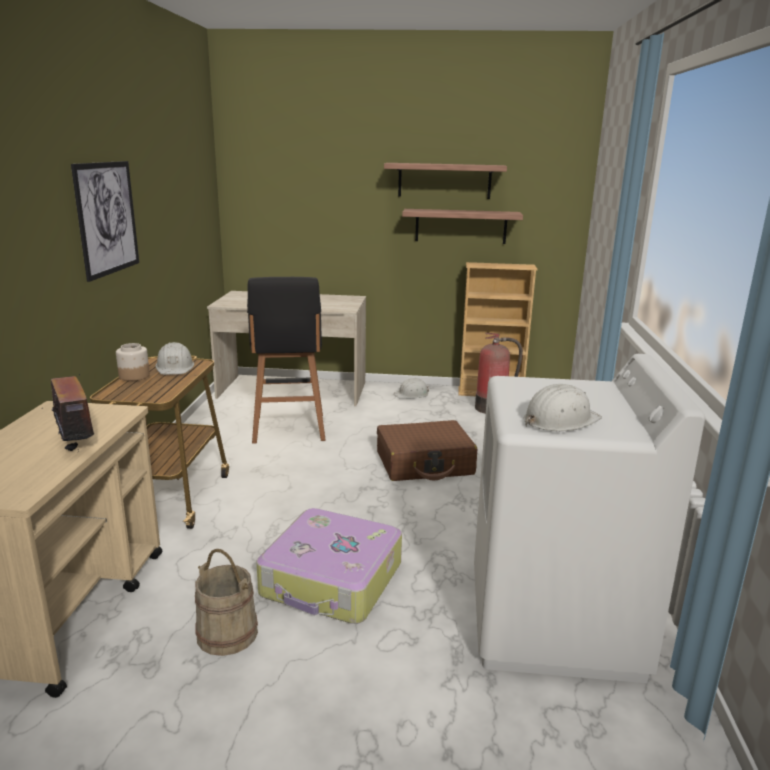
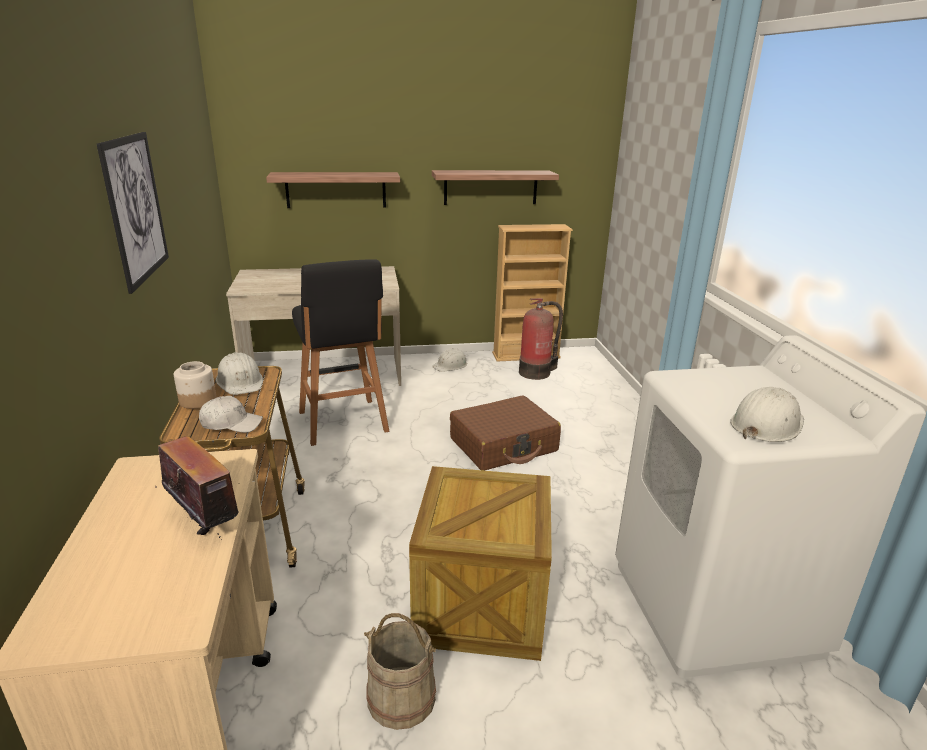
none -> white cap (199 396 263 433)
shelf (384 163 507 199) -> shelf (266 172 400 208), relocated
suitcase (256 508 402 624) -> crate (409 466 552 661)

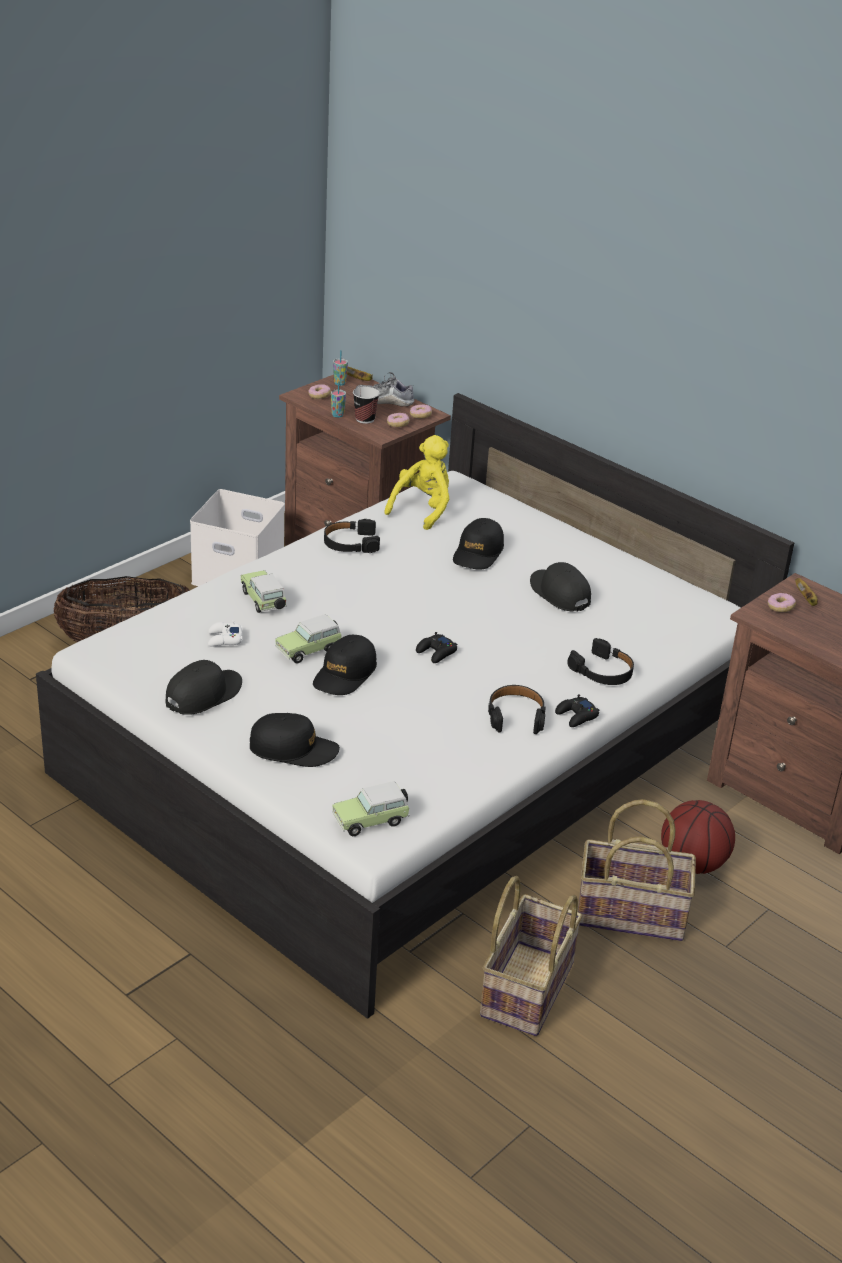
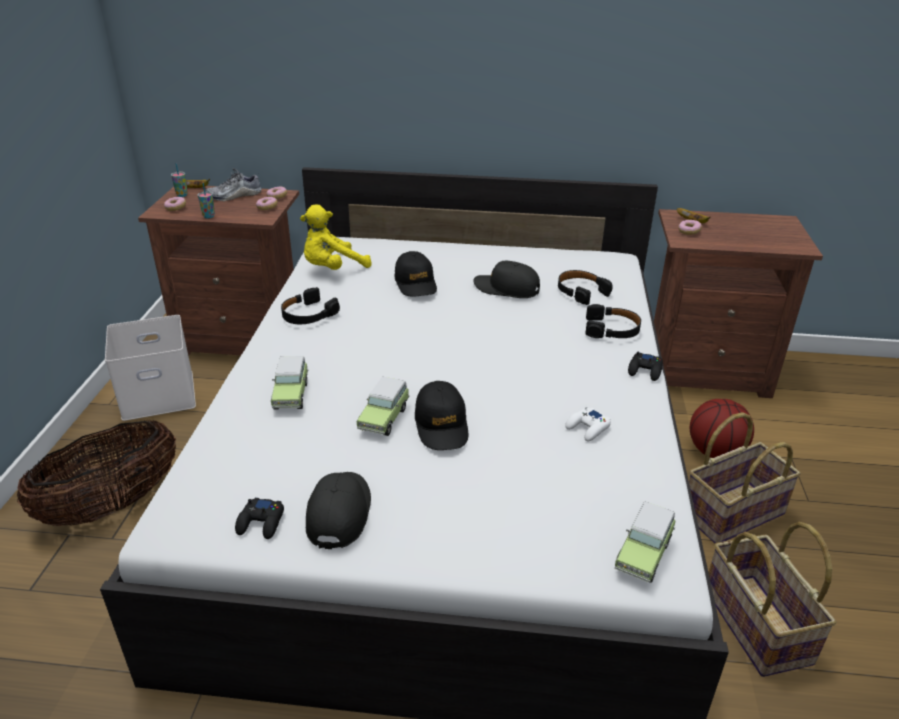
black game controller (416 632 457 663) -> black game controller (235 498 284 539), relocated
toy car (241 570 287 613) -> toy car (271 356 308 409), 120 degrees counterclockwise
yellow plush toy (384 435 449 530) -> yellow plush toy (300 205 372 270), 120 degrees counterclockwise
black headphones (488 685 546 734) -> black headphones (558 270 613 305), relocated
white game controller (208 620 242 647) -> white game controller (565 406 611 441), relocated
black cap (250 713 340 767) -> none
cup (353 387 380 424) -> none

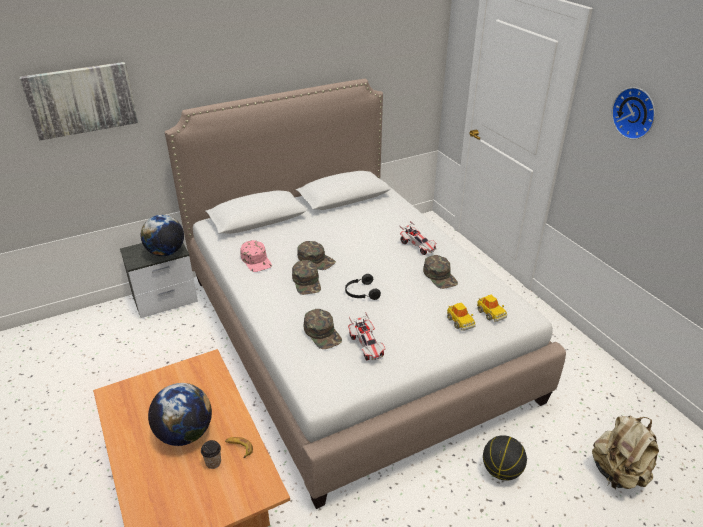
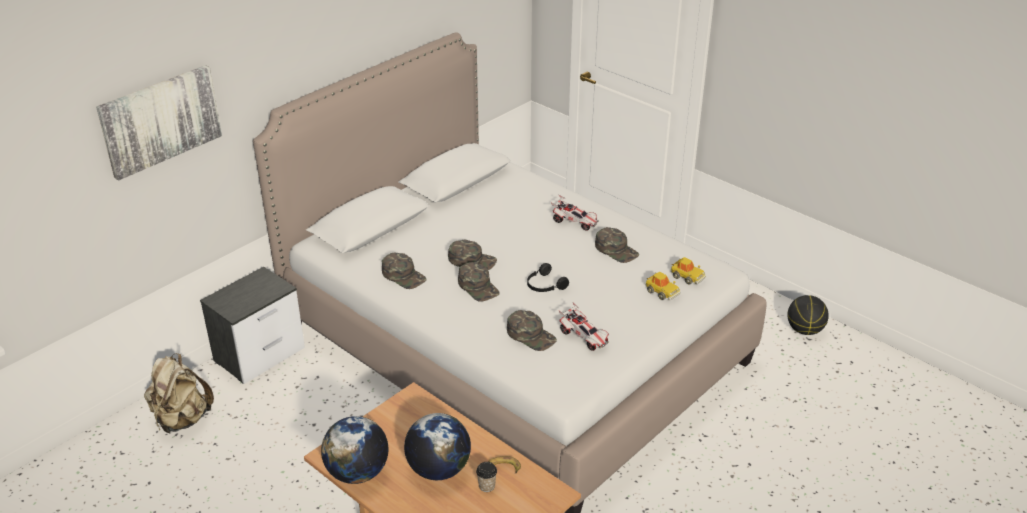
beige backpack (592 415 659 489) -> beige backpack (144 353 214 433), relocated
globe (141 215 184 256) -> globe (321 416 388 484), relocated
pink cap (240 240 272 272) -> green cap (382 253 427 289)
basketball (483 435 527 481) -> basketball (787 295 829 335), relocated
wall clock (612 87 655 140) -> none

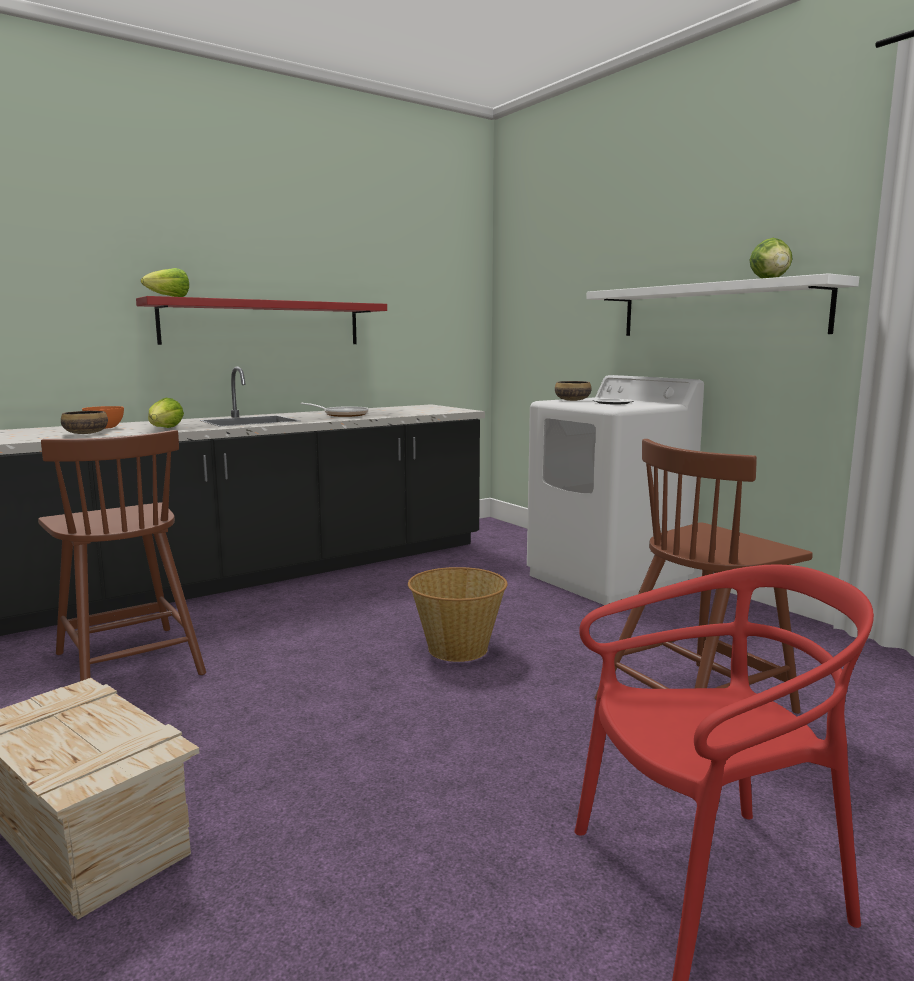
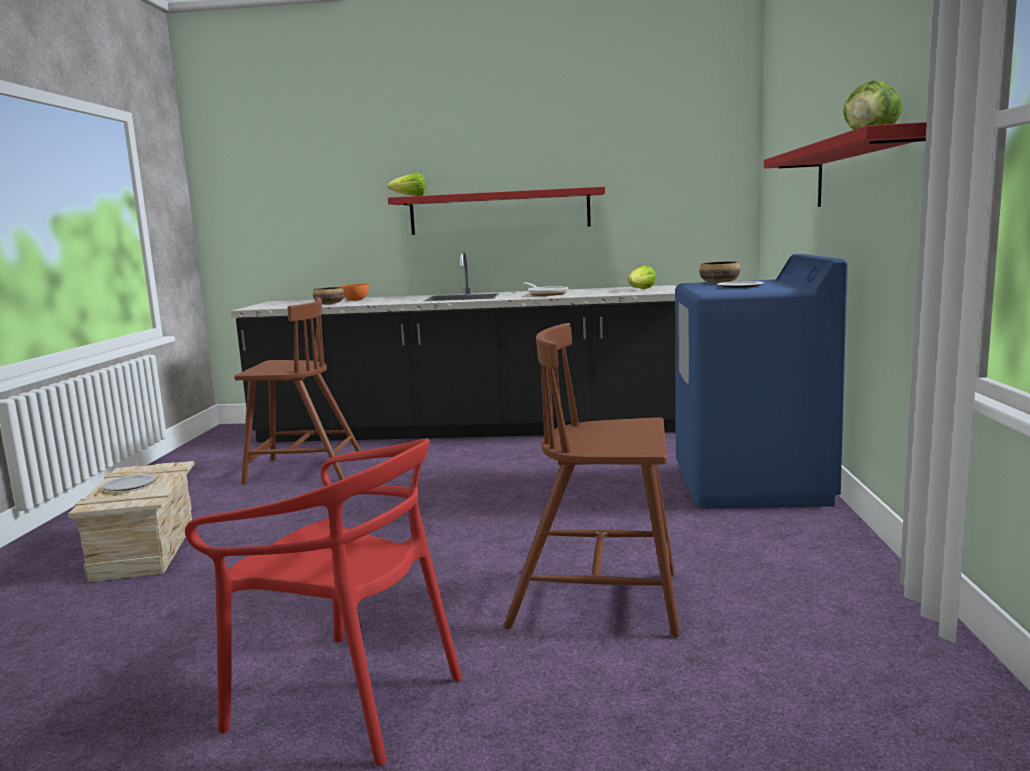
none -> plate (102 474 157 491)
brown chair (38 430 206 681) -> brown chair (234 298 362 485), 90 degrees counterclockwise
lettuce (148 398 184 428) -> lettuce (628 265 656 289), relocated
white washing machine (527 375 704 605) -> blue washing machine (675 254 848 509)
white shelf (586 273 859 336) -> red shelf (764 122 927 207)
basket (408 567 508 662) -> none

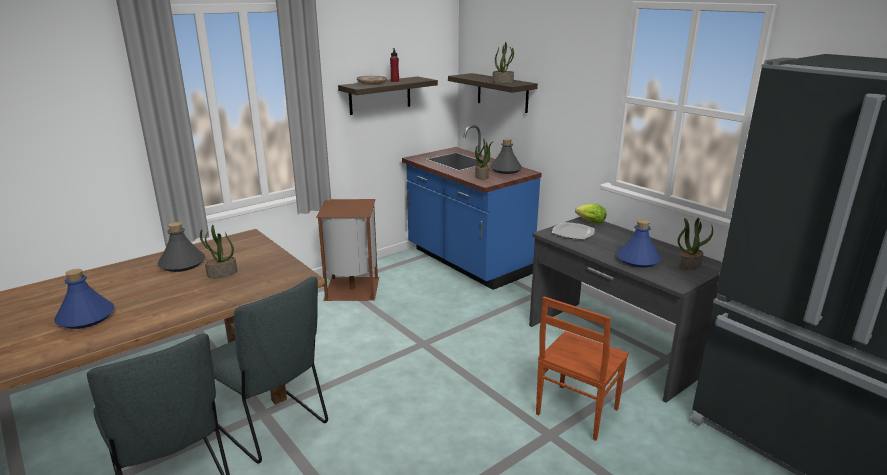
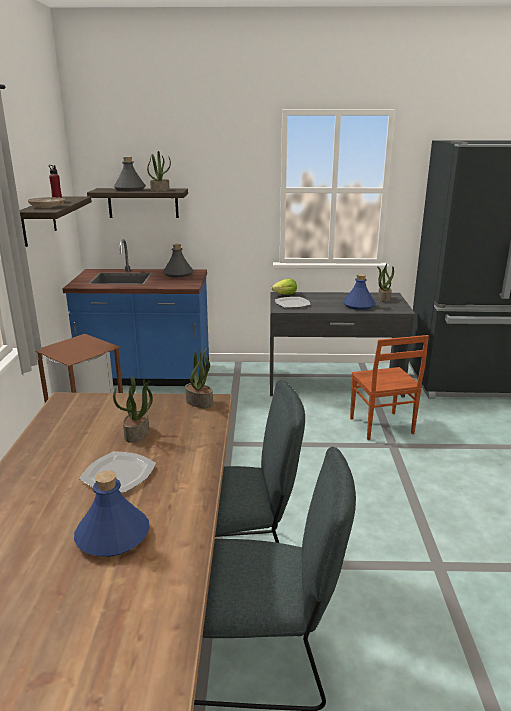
none -> plate (79 451 156 493)
grey bottle (158 222 205 272) -> grey bottle (114 157 146 191), relocated
potted plant (475 139 494 180) -> potted plant (185 348 213 408), relocated

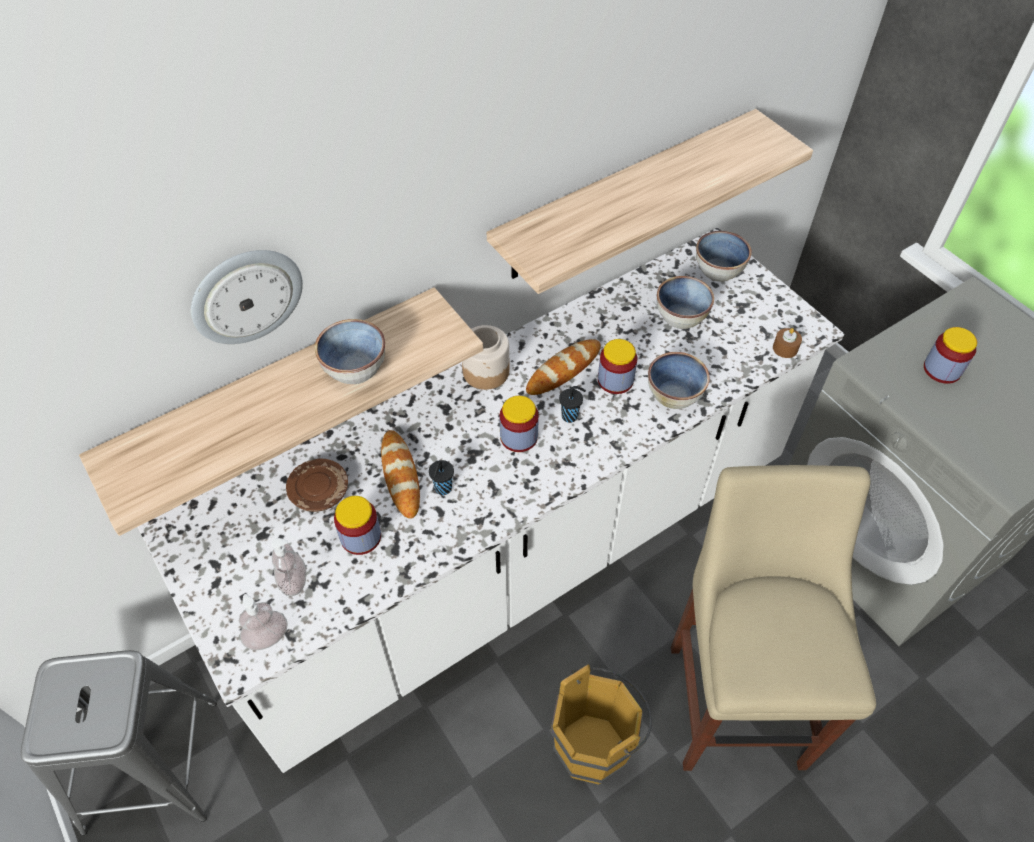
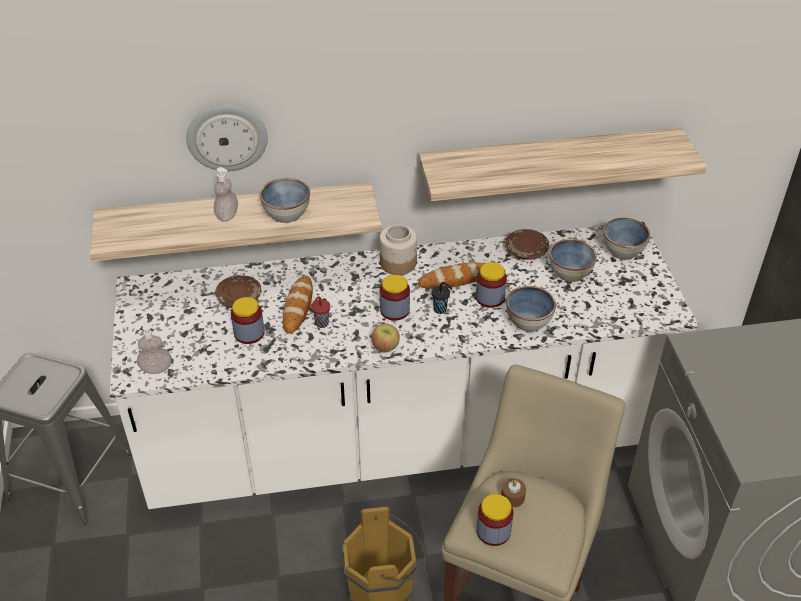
soap dispenser (272 538 306 596) -> soap dispenser (214 167 238 222), relocated
black cup (429 460 454 495) -> red cup (311 296 330 328)
none -> apple (372 324 400 353)
jar (924 327 977 384) -> jar (476 494 513 546), relocated
brown candle (773 328 802 358) -> brown candle (501 478 526 507), relocated
none -> brown plate (506 229 549 260)

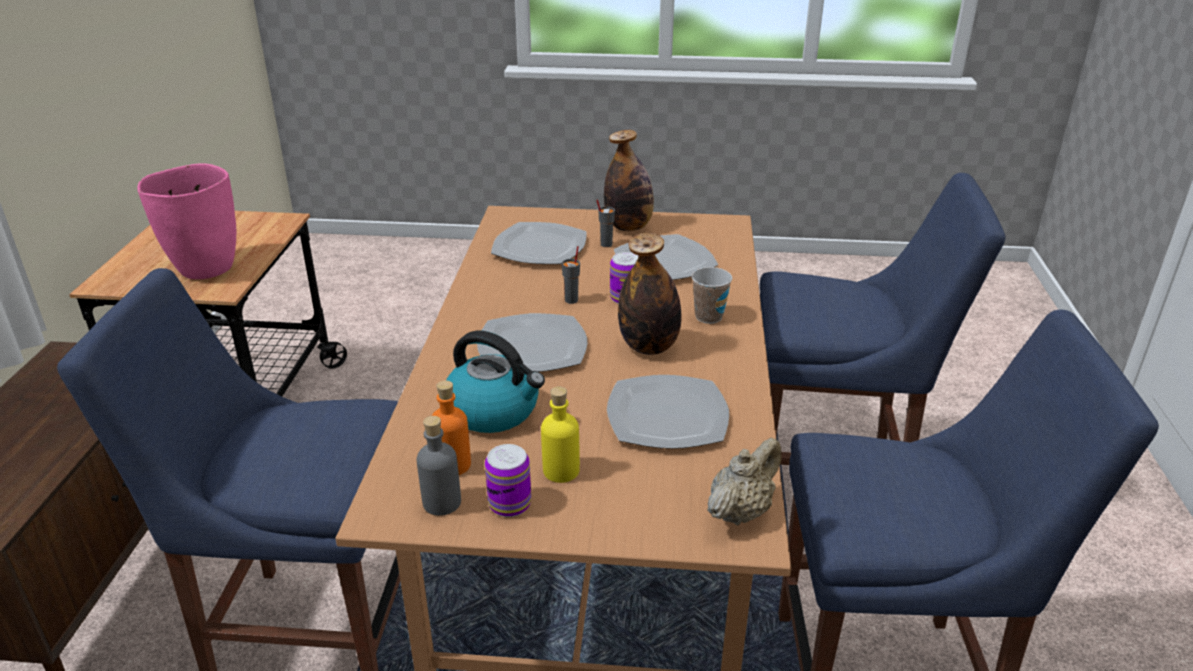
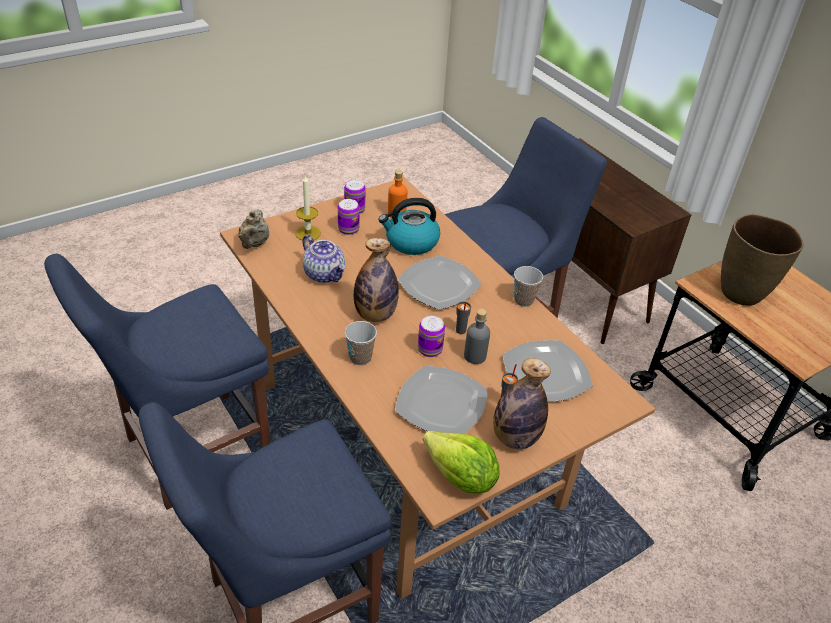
none -> candle (295 176 321 241)
plate (607 375 729 449) -> teapot (302 235 346 283)
yellow bottle (541 386 580 483) -> can (338 199 359 235)
none -> lettuce (423 431 499 494)
grey bottle (417 416 461 516) -> grey bottle (464 309 490 364), relocated
none -> cup (514 266 543 307)
pink vase (137 163 237 279) -> brown vase (721 214 803 306)

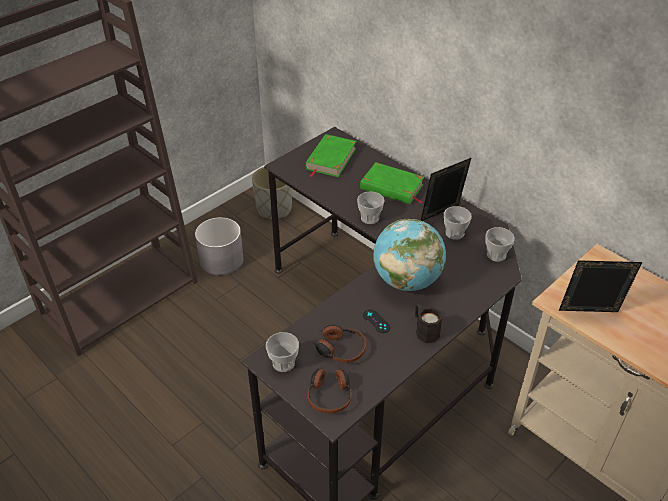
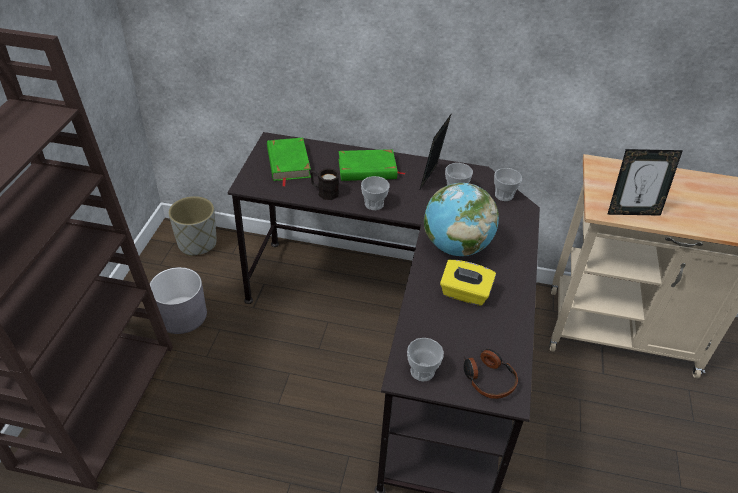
black mug (415 303 443 343) -> black mug (311 168 339 200), relocated
black game controller (363 309 391 333) -> yellow tissue box (440 260 496 306)
picture frame (559 260 643 312) -> picture frame (607 149 683 216), 150 degrees counterclockwise
headphones (313 324 366 363) -> none

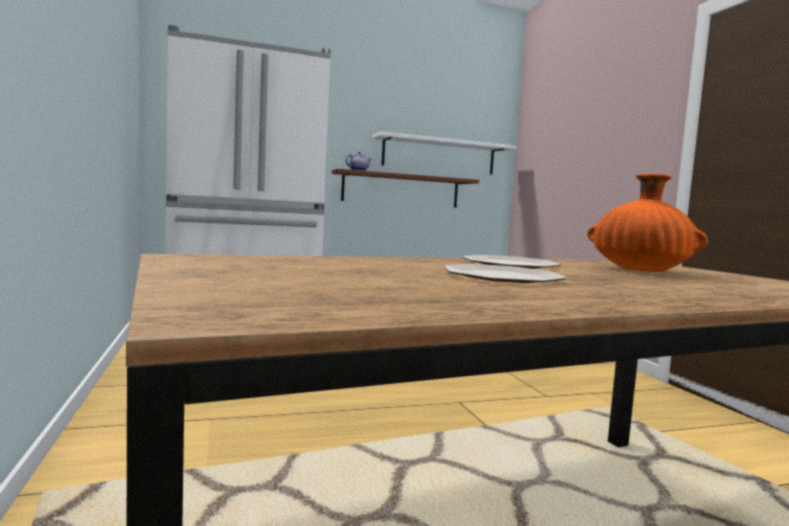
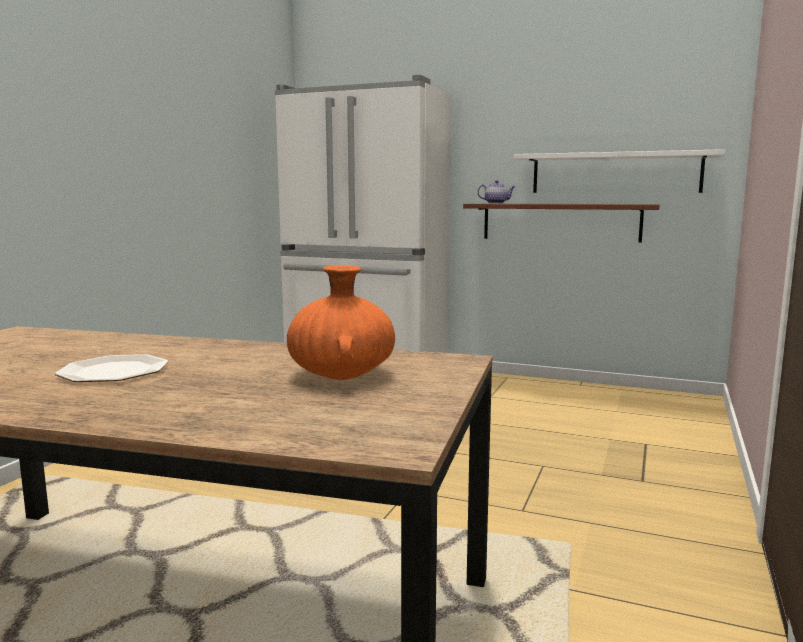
plate (463 255 561 269) -> none

